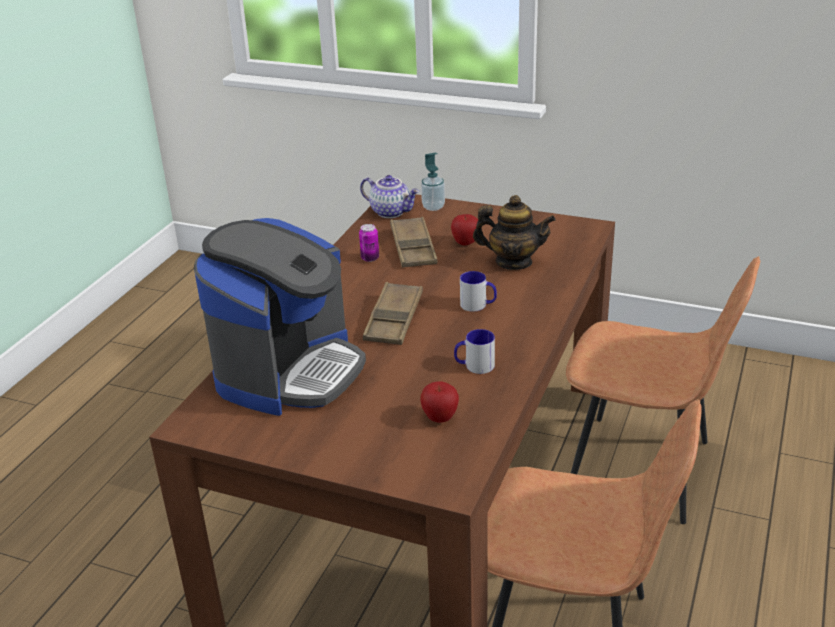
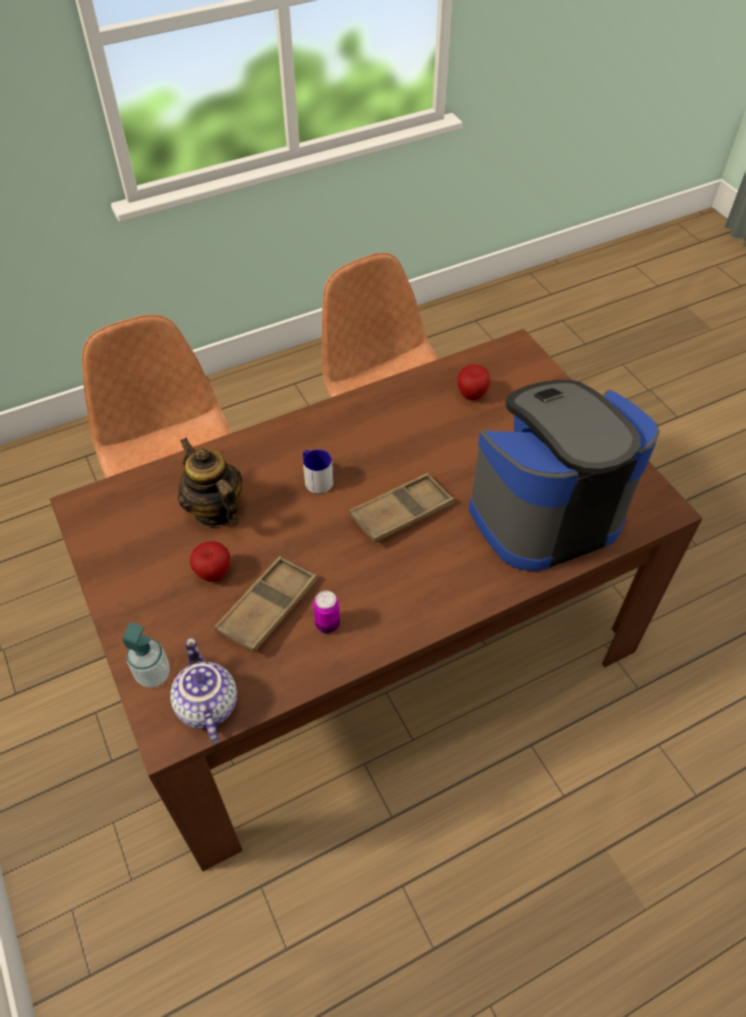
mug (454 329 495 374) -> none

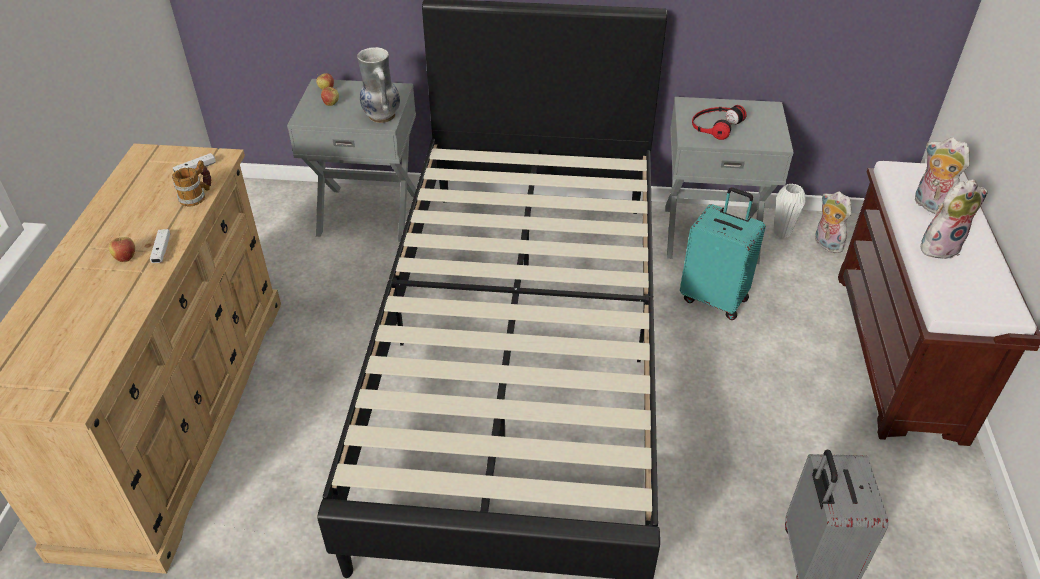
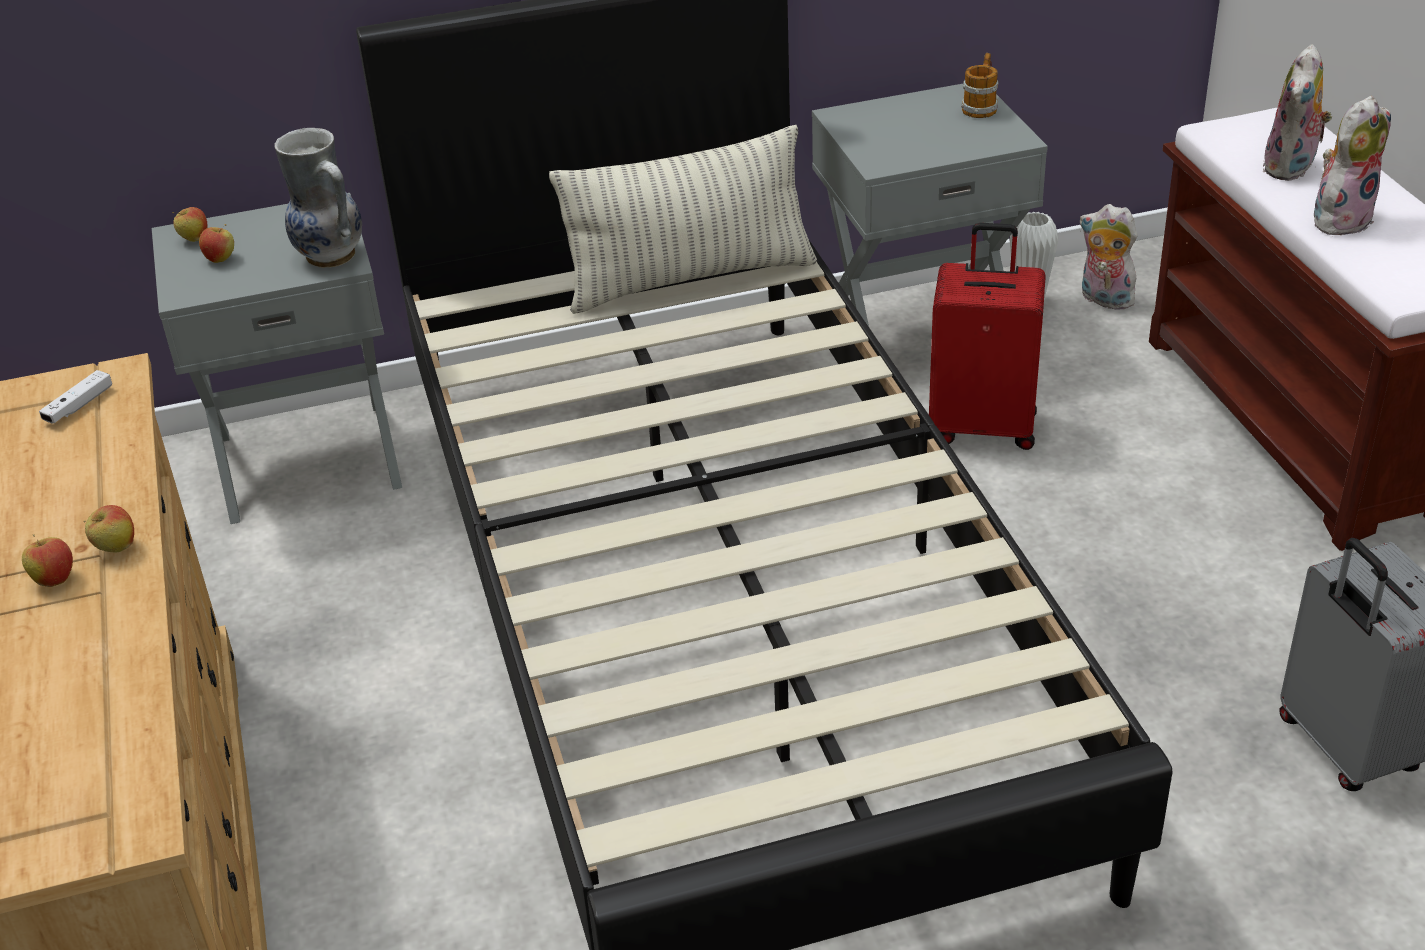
white game controller (150 229 170 263) -> apple (83 505 134 553)
none -> pillow (549 125 817 314)
turquoise suitcase (680 187 766 320) -> red suitcase (929 223 1046 450)
mug (172 160 211 207) -> mug (961 53 999 118), relocated
plush toy (915 137 970 214) -> plush toy (1263 44 1332 181), 90 degrees counterclockwise
headphones (692 105 746 140) -> none

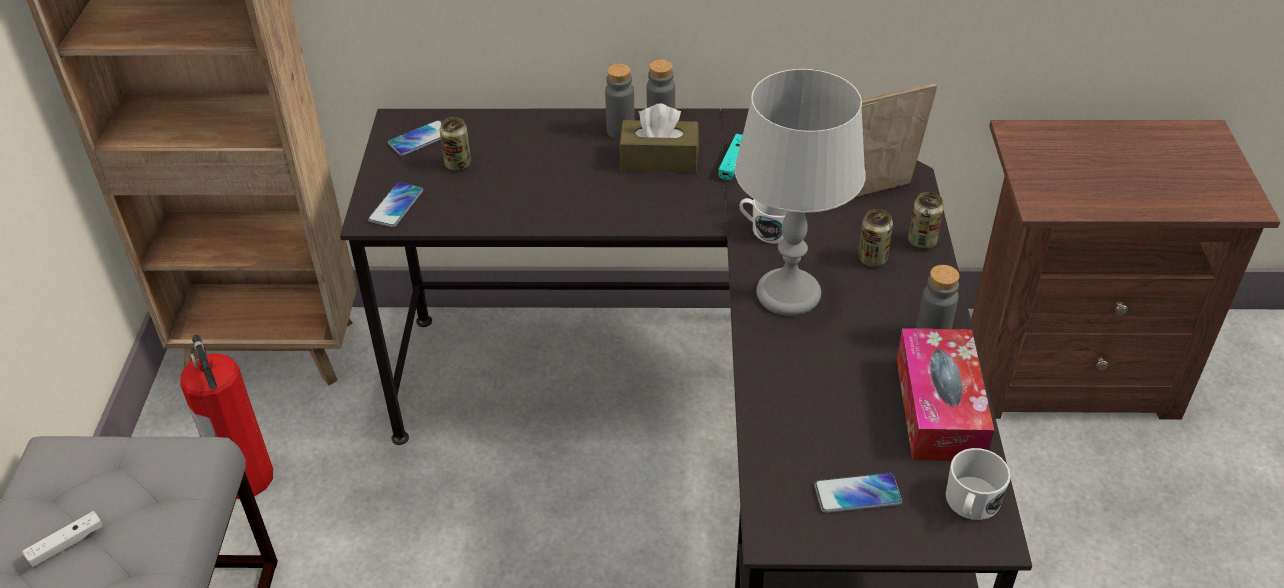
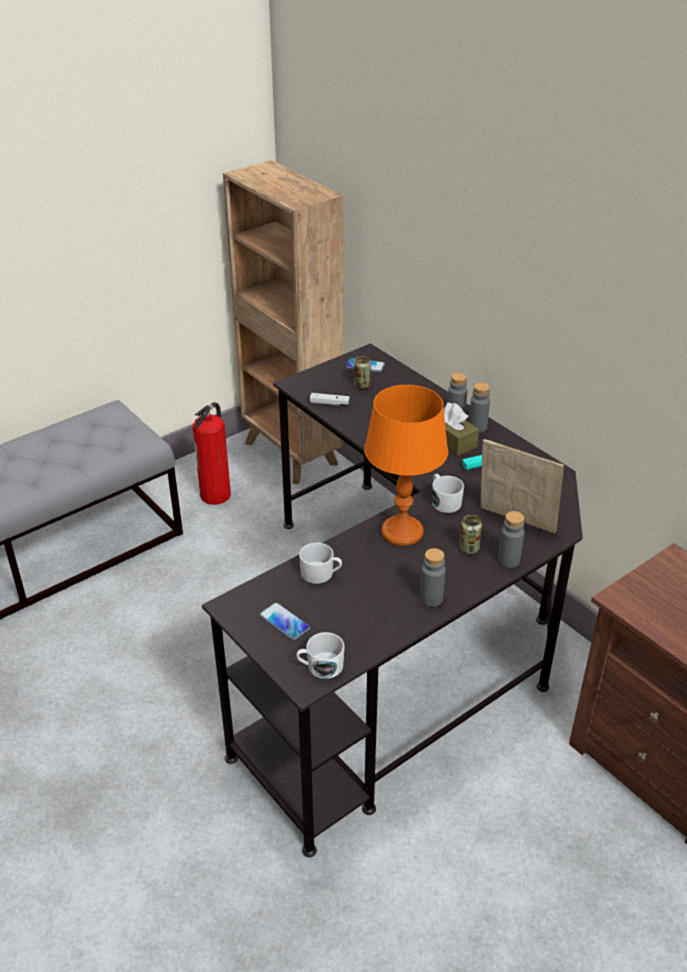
none -> white mug (299 542 342 584)
white game controller (22 511 103 568) -> white game controller (310 393 350 405), relocated
grey table lamp (734 69 866 316) -> orange table lamp (364 385 448 546)
can (908 192 944 249) -> grey bottle (498 511 524 568)
phone (368 182 423 227) -> none
tissue box (897 328 994 461) -> none

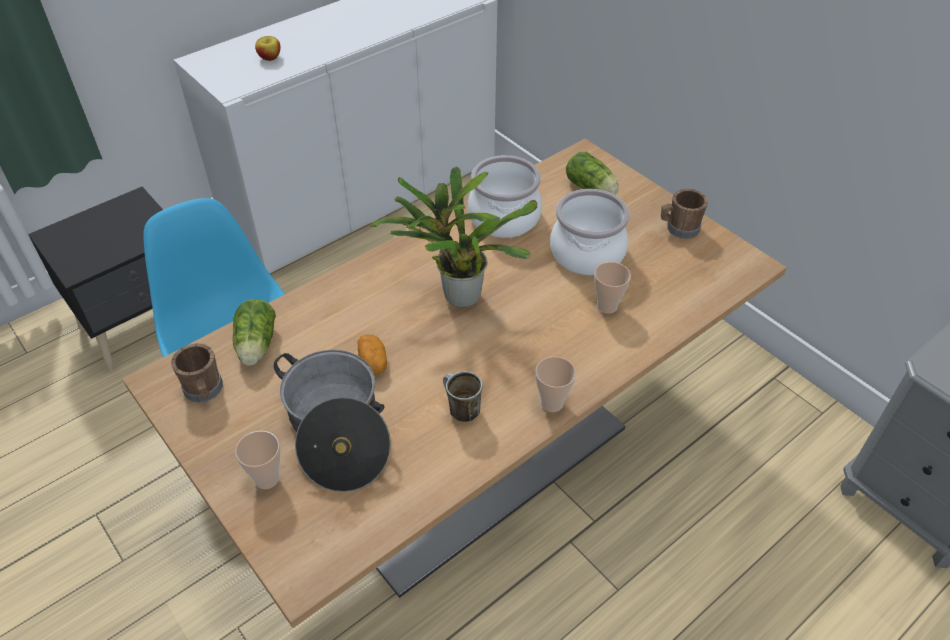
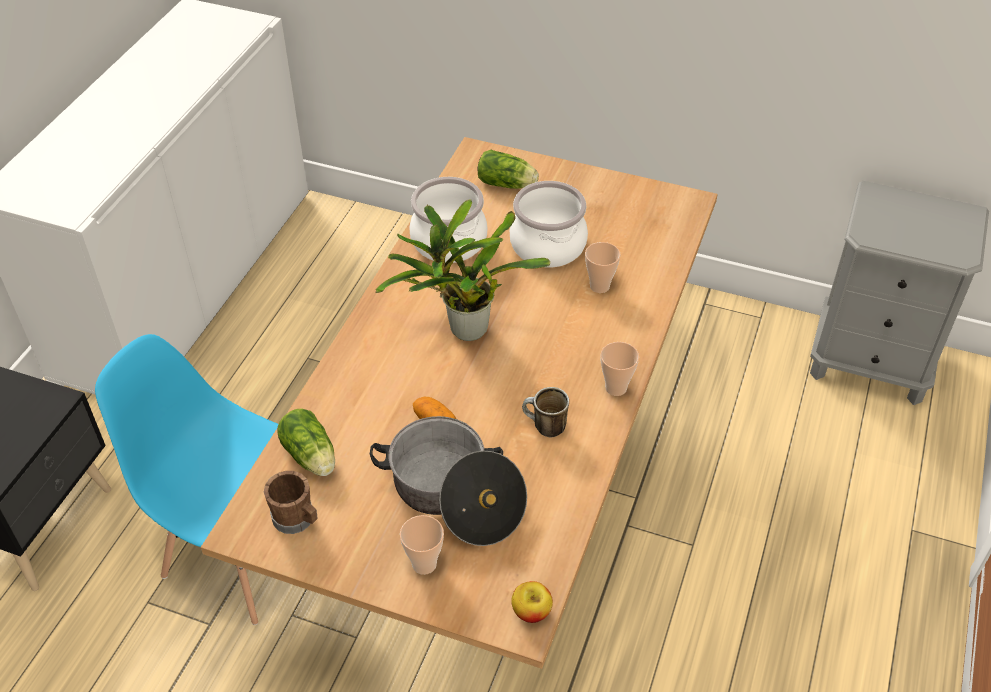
apple (255 36 280 61) -> apple (511 581 553 623), relocated
brown mug (661 189 708 239) -> none

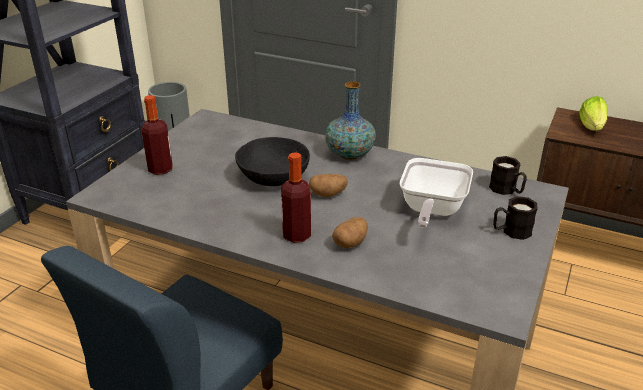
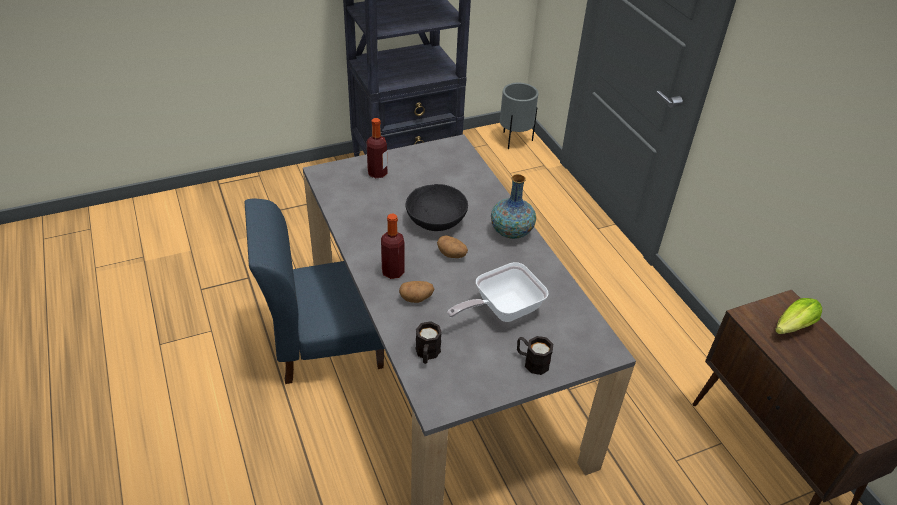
black mug (489 156 527 195) -> black mug (415 321 442 364), relocated

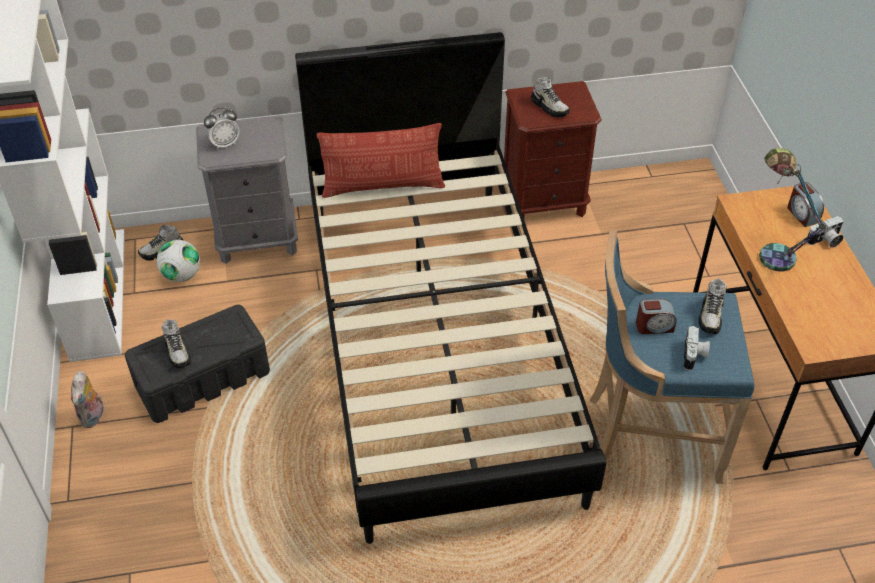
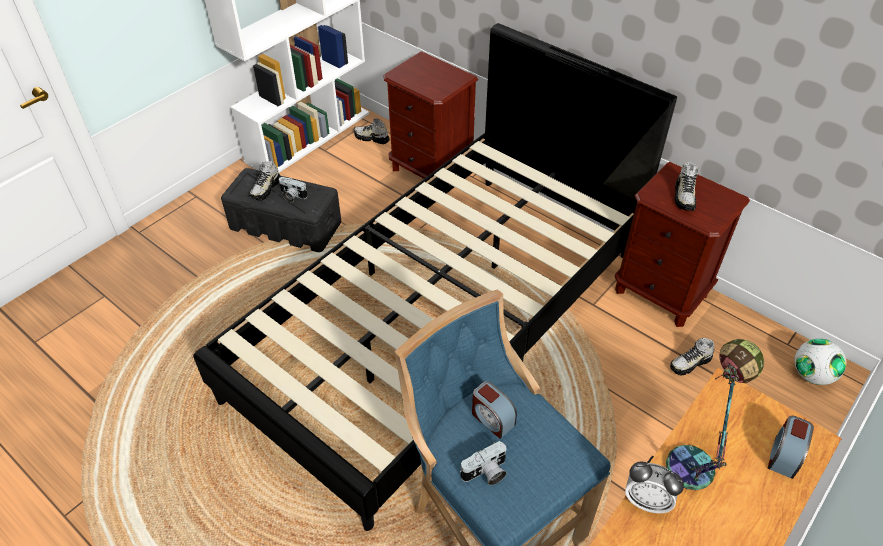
photo camera (806 216 844 248) -> photo camera (279 177 308 202), relocated
grey nightstand (196 116 298 264) -> brown nightstand (384 51 478 179)
alarm clock (204 107 240 150) -> alarm clock (625 461 684 514), relocated
shoe (699 278 727 334) -> shoe (670 338 714 376), relocated
football (157 240 200 282) -> football (795 339 846 385), relocated
plush toy (71 371 106 428) -> none
pillow (317 123 445 198) -> none

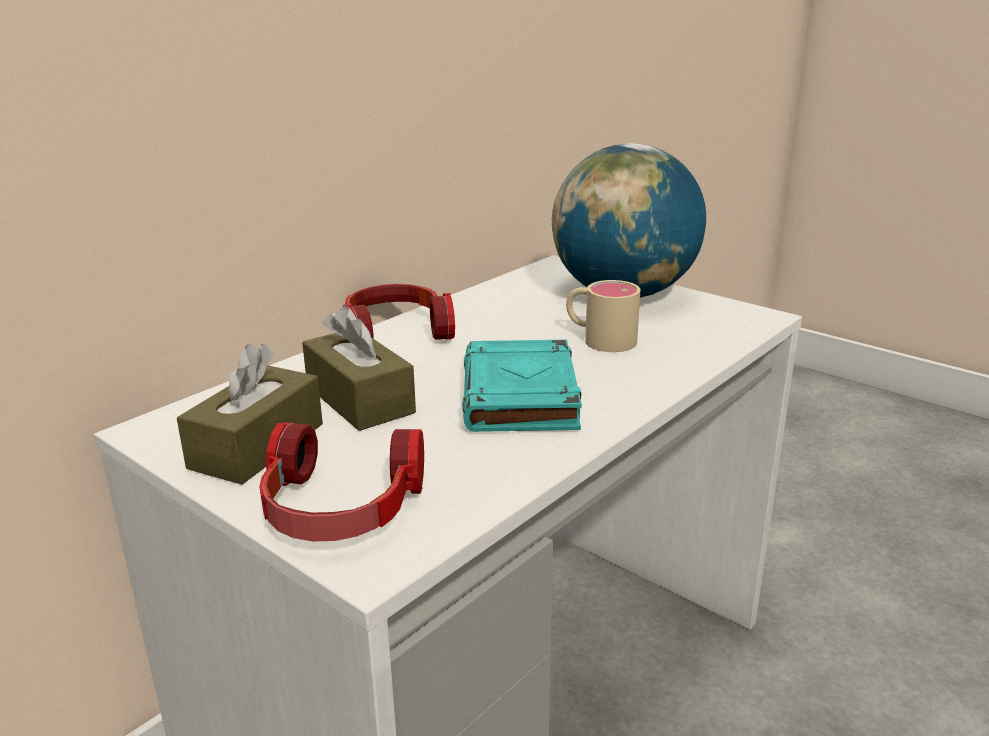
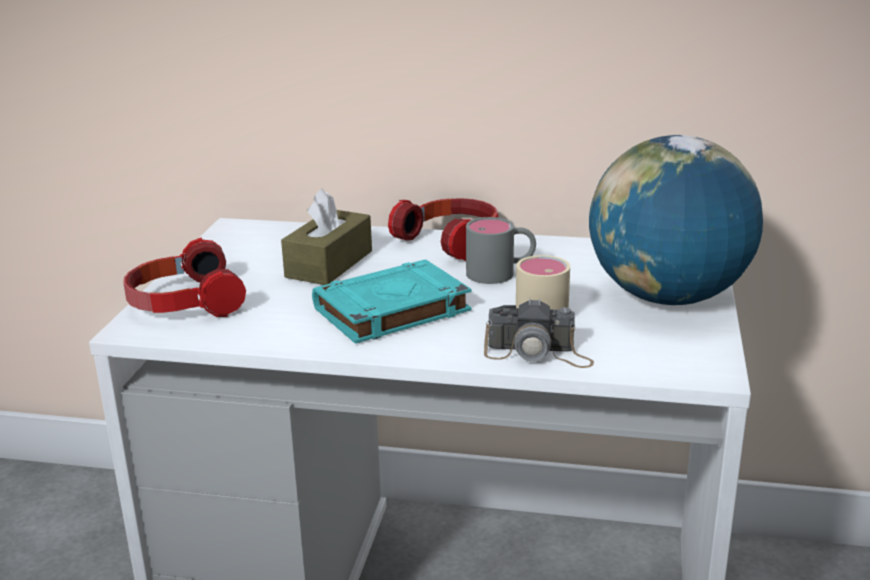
none -> grey mug (466 217 536 284)
none -> photo camera (484 298 594 368)
brown tissue box (177 344 323 485) -> none

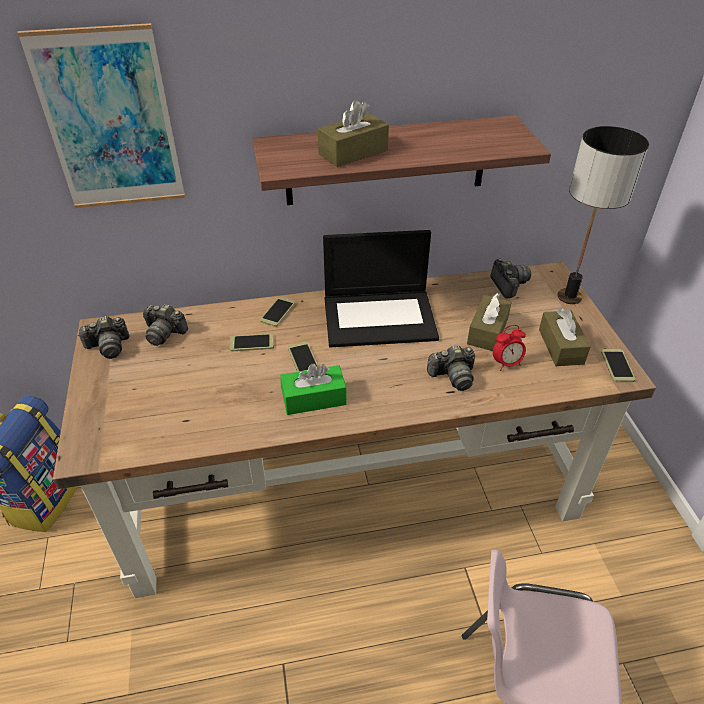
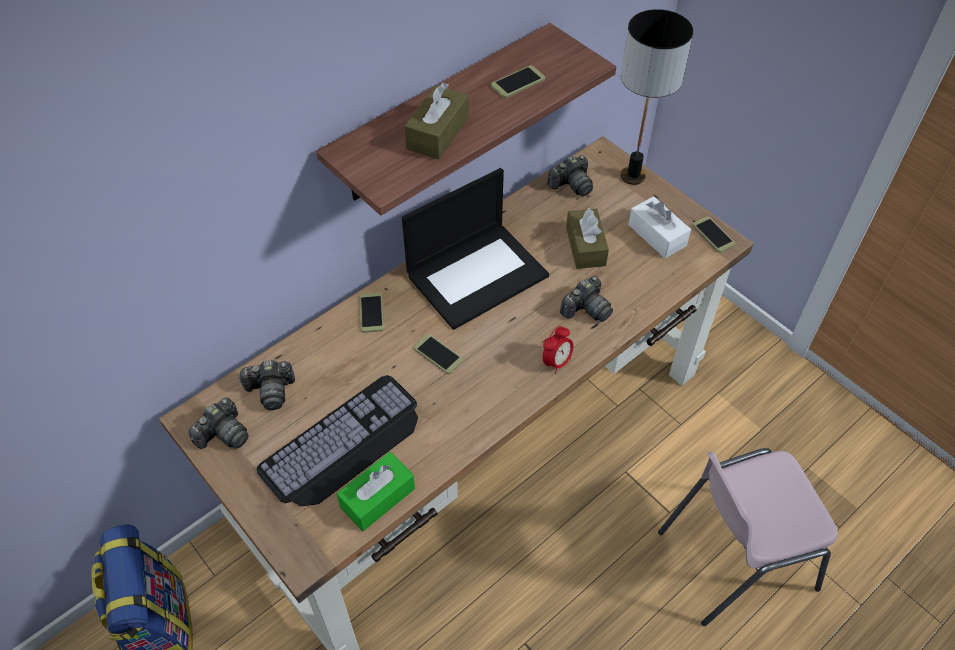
none -> keyboard (256 375 418 506)
green tissue box (280 363 347 415) -> green tissue box (337 452 415 531), relocated
phone (230 334 274 351) -> phone (491 65 545 98), relocated
alarm clock (493 325 526 371) -> alarm clock (543 326 573 374), relocated
photo camera (490 258 531 299) -> photo camera (547 155 593 196), 105 degrees clockwise
brown tissue box (539 308 591 366) -> white tissue box (628 196 691 258)
picture (17 23 185 208) -> none

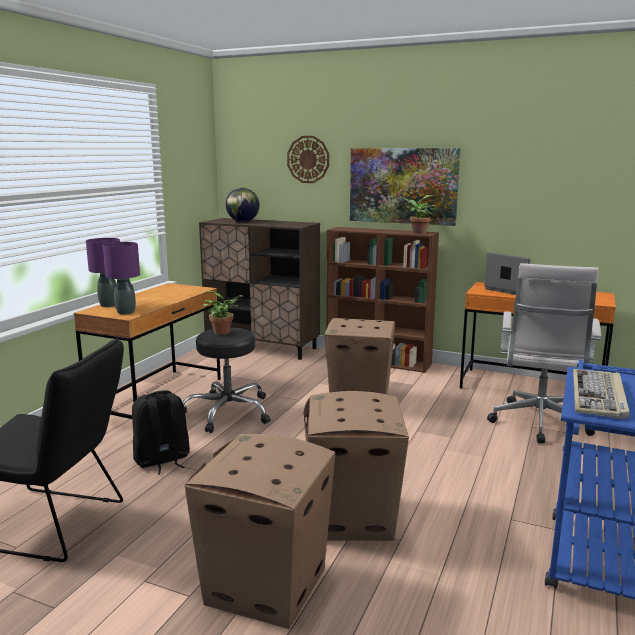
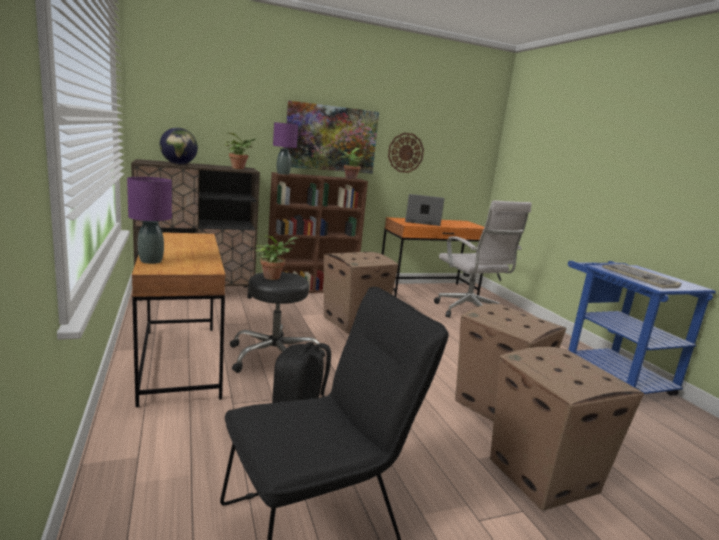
none -> potted plant (224 133 257 169)
purple table lamp (102 242 140 314) -> purple table lamp (273 122 298 175), relocated
wall clock (287 136 329 183) -> wall clock (388 133 424 173), relocated

